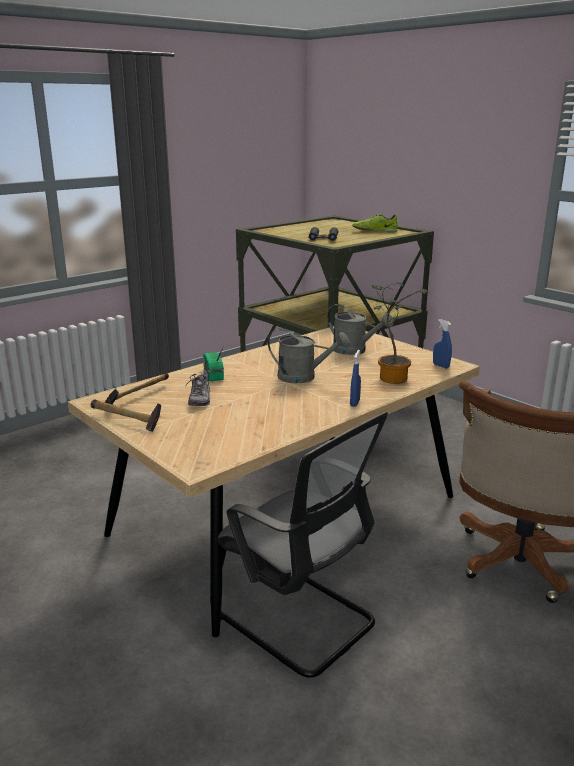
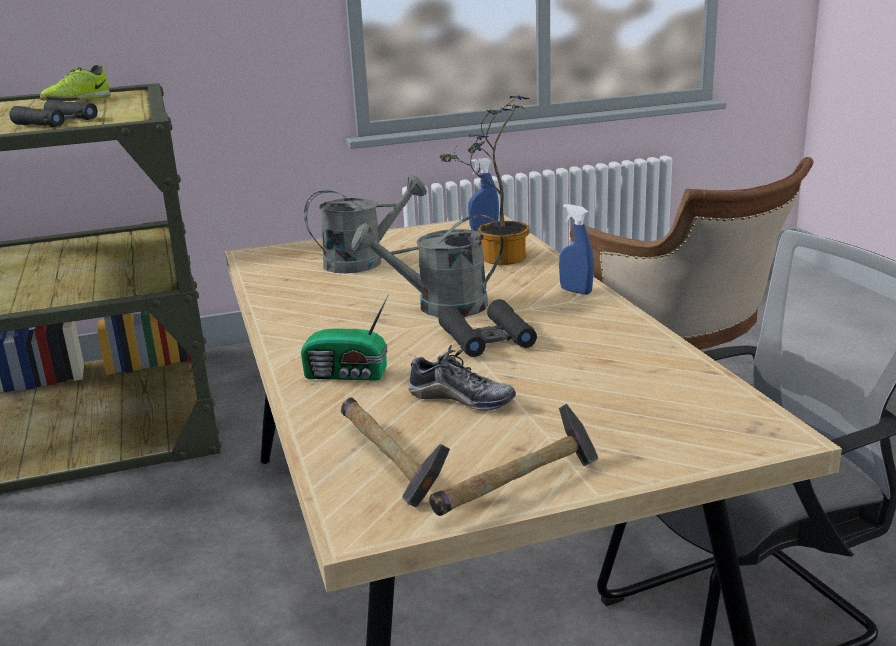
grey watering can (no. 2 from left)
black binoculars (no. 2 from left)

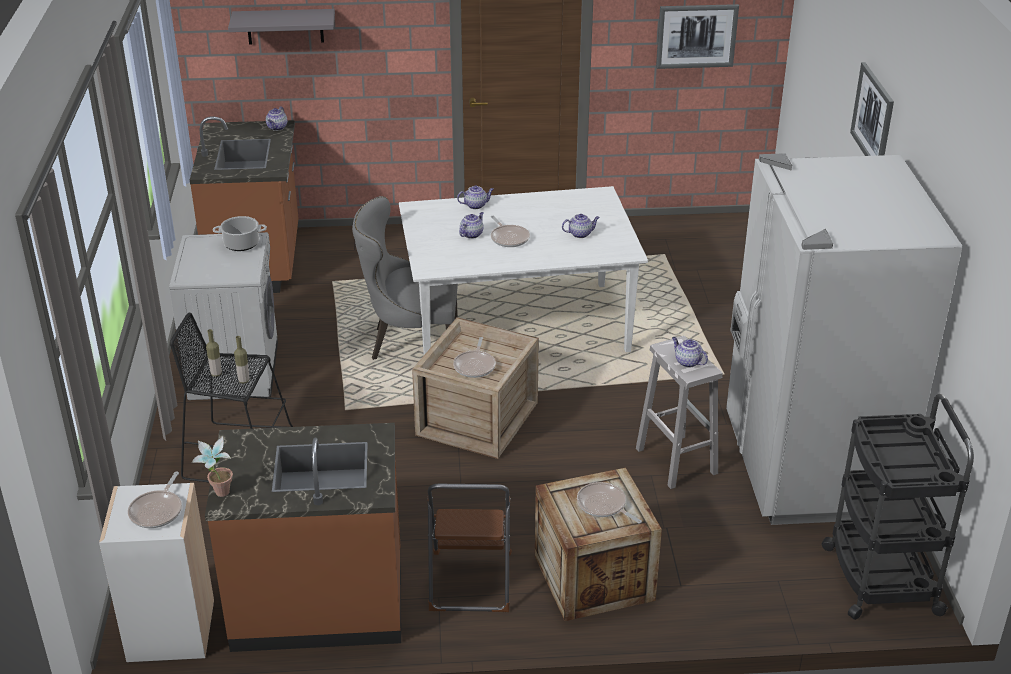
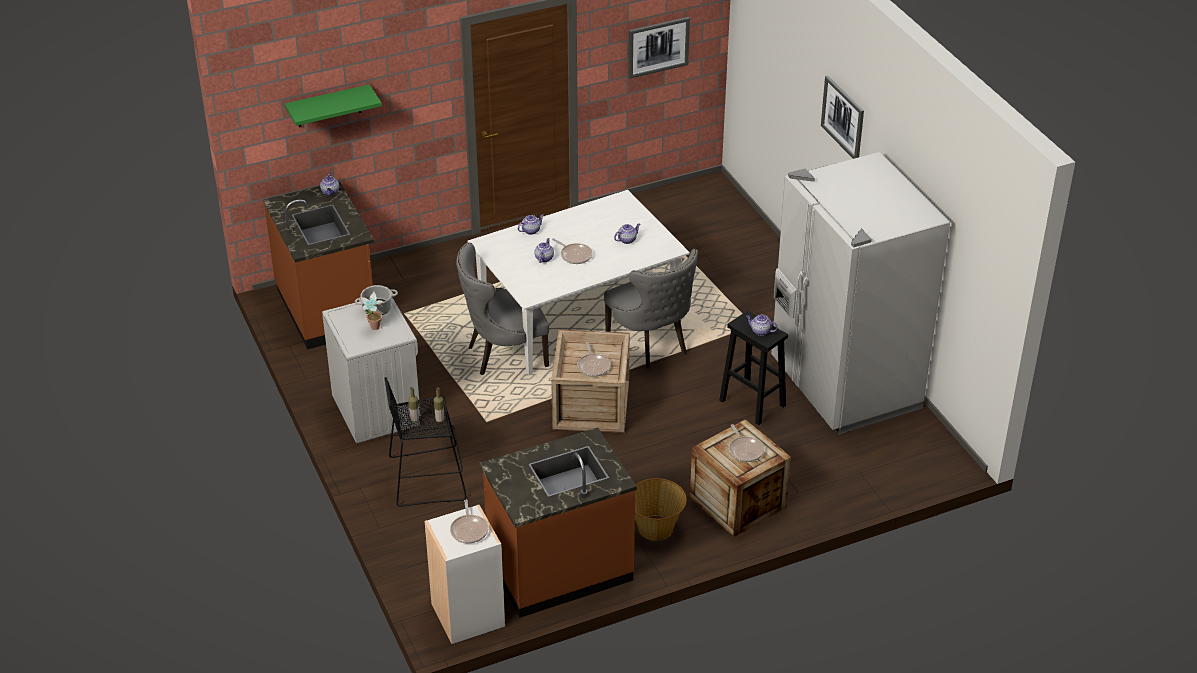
houseplant
green wall shelf
basket
frying pan (no. 4 from left)
black stool (no. 2 from left)
black cart
grey plain chair (no. 2 from left)

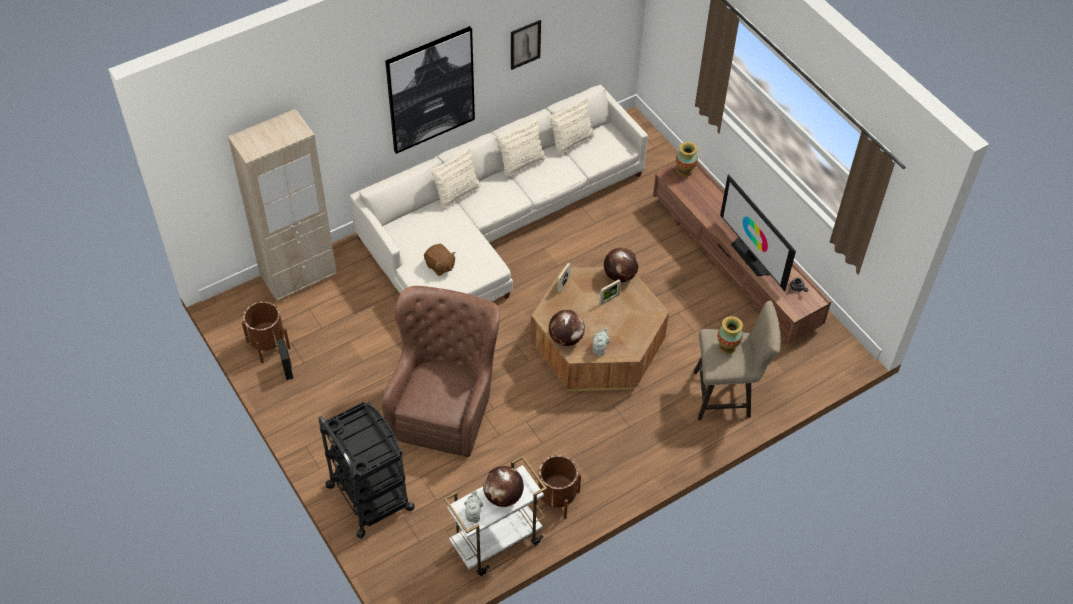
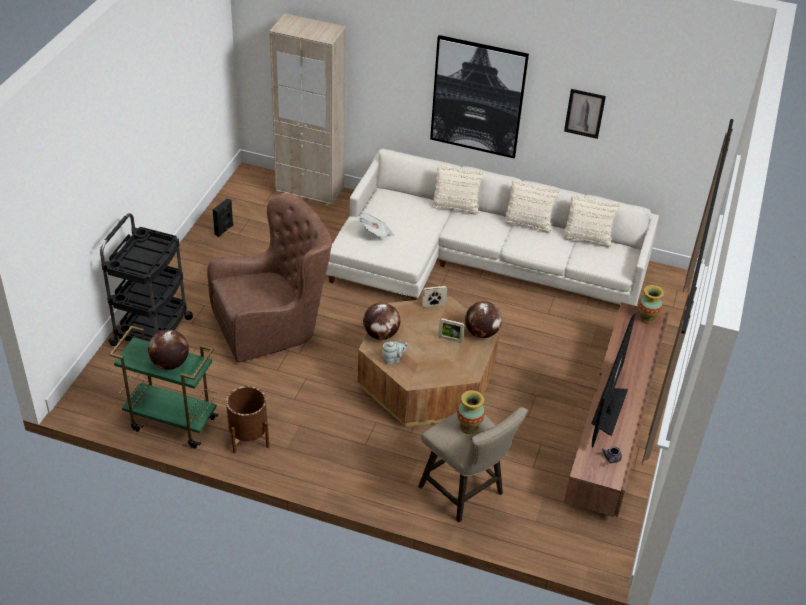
brownish planter (no. 1 from left in the first image)
newspaper
green cart
grey tea pot (no. 1 from left in the first image)

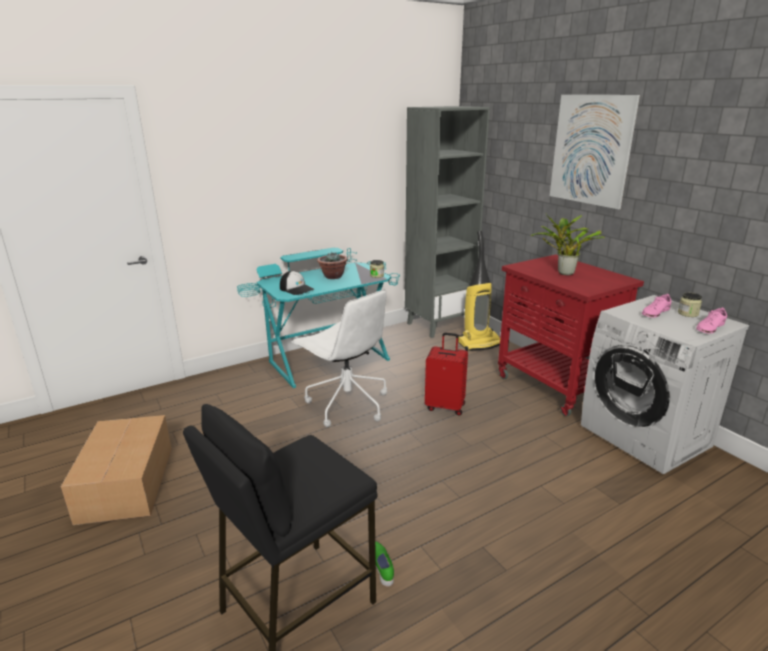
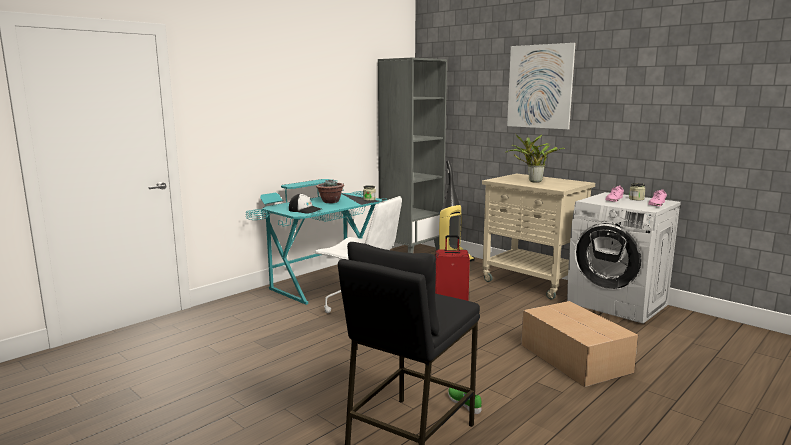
packing box
sand-coloured cart

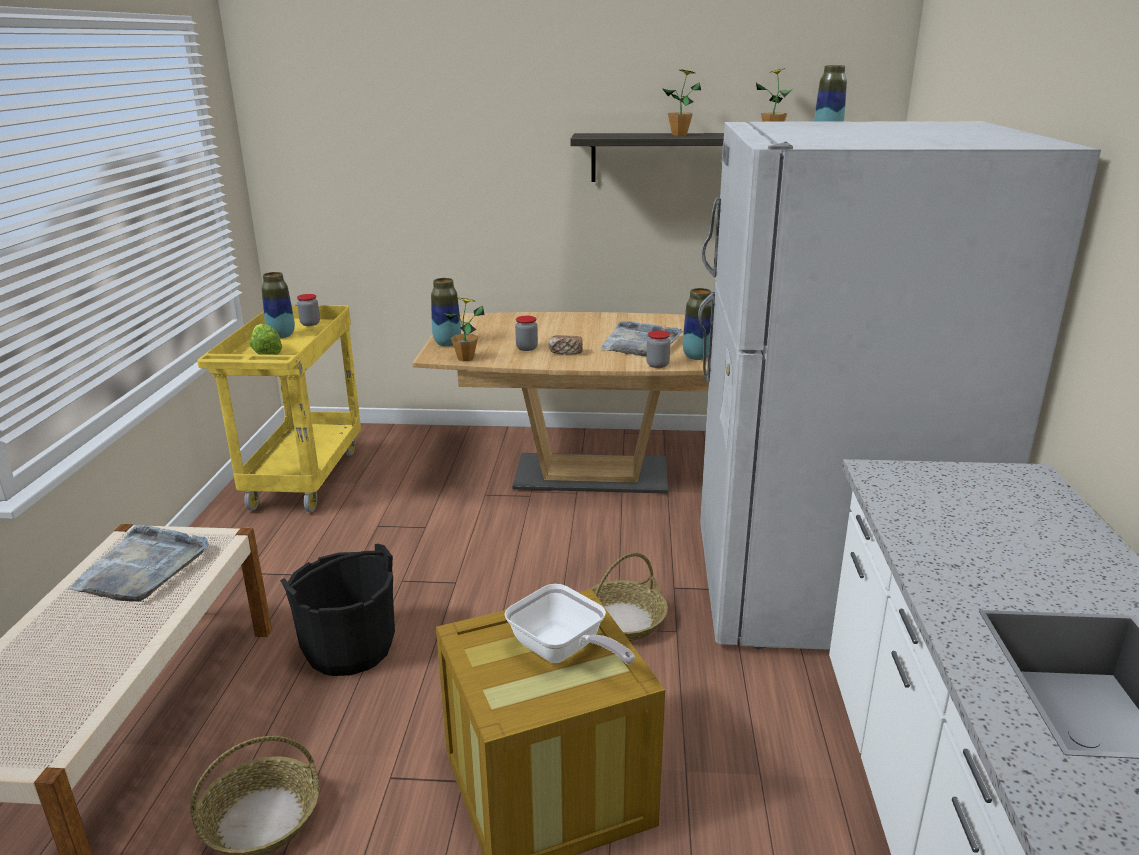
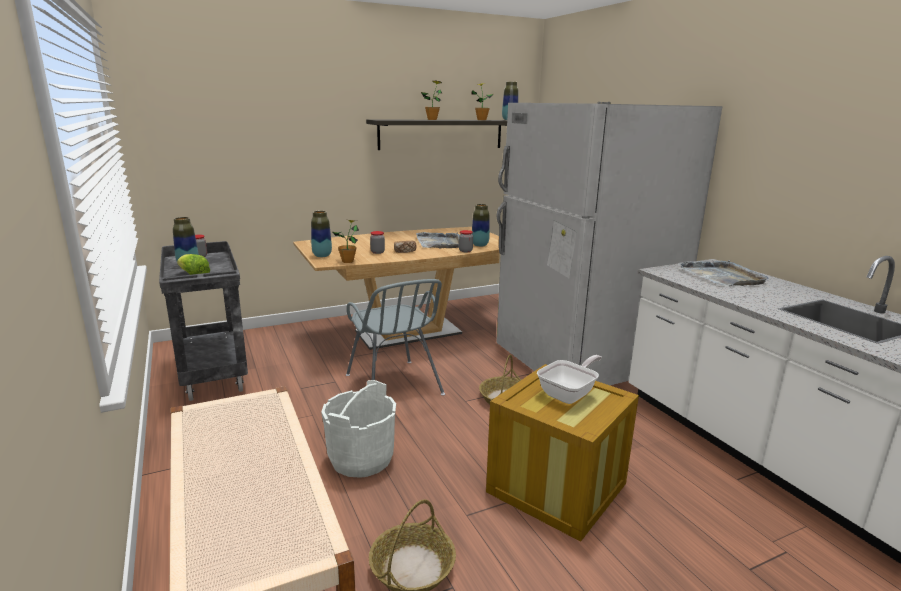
grey carrying tray (no. 2 from left)
grey cart
white pail
frying pan
grey plain chair

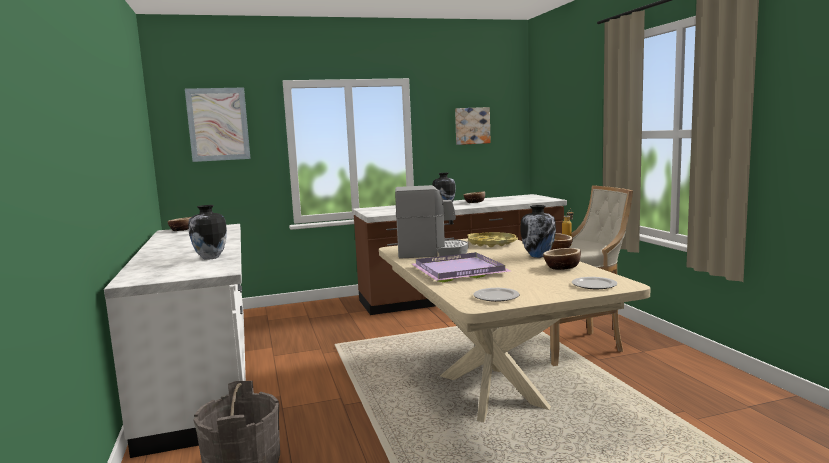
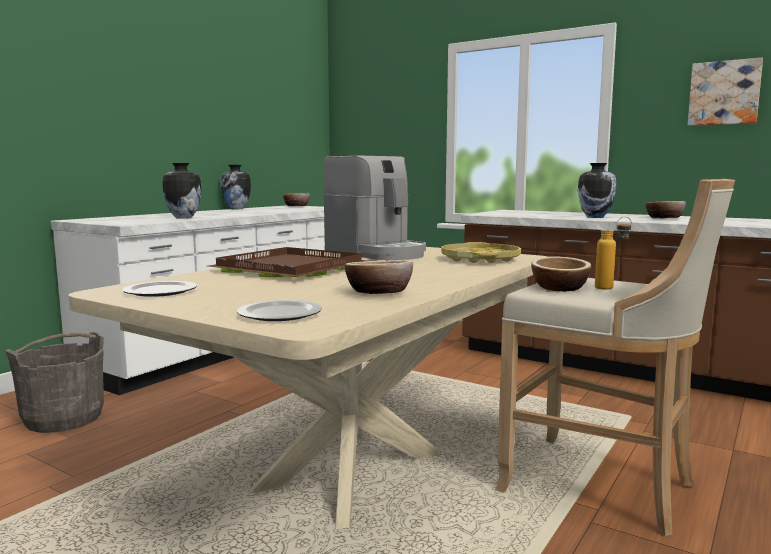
wall picture (no. 1 from left in the first image)
brownish carrying tray
vase (no. 2 from left)

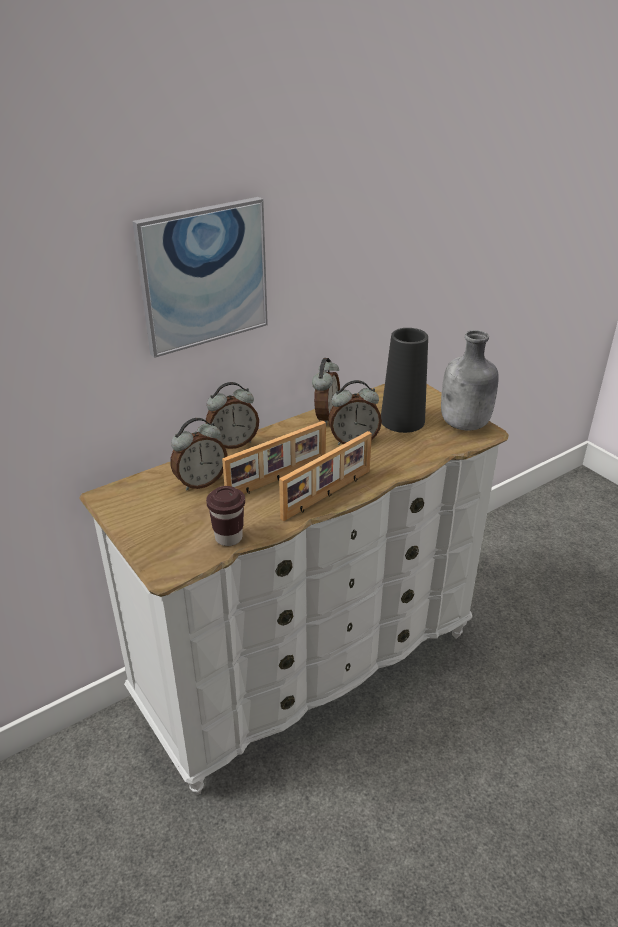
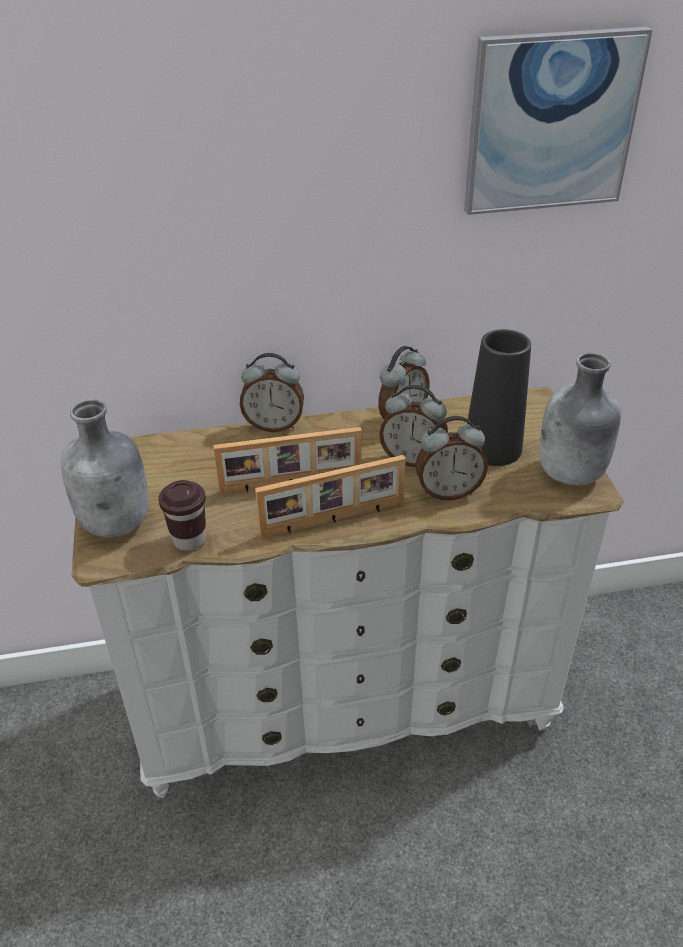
wall picture
bedside clock (no. 4 from left)
grey drink bottle (no. 1 from left)

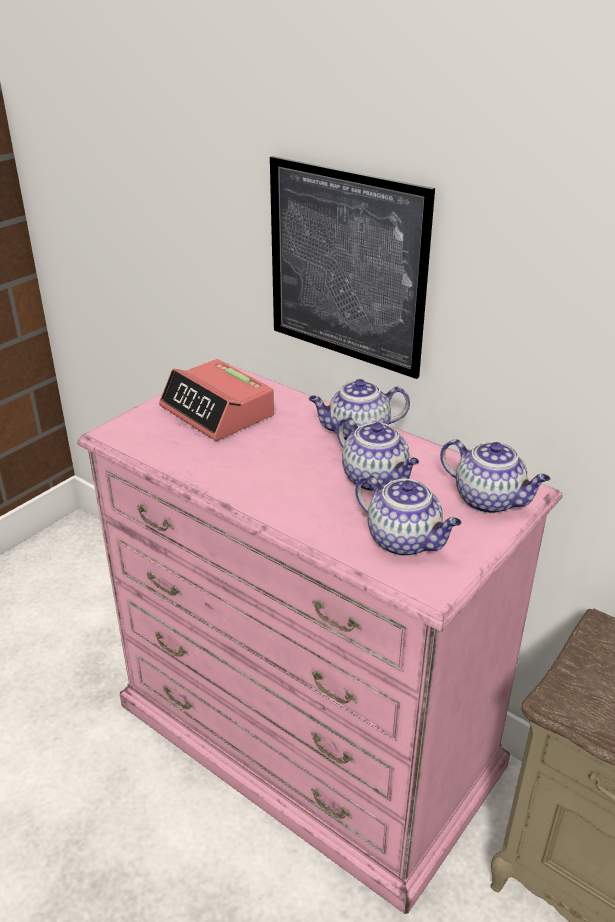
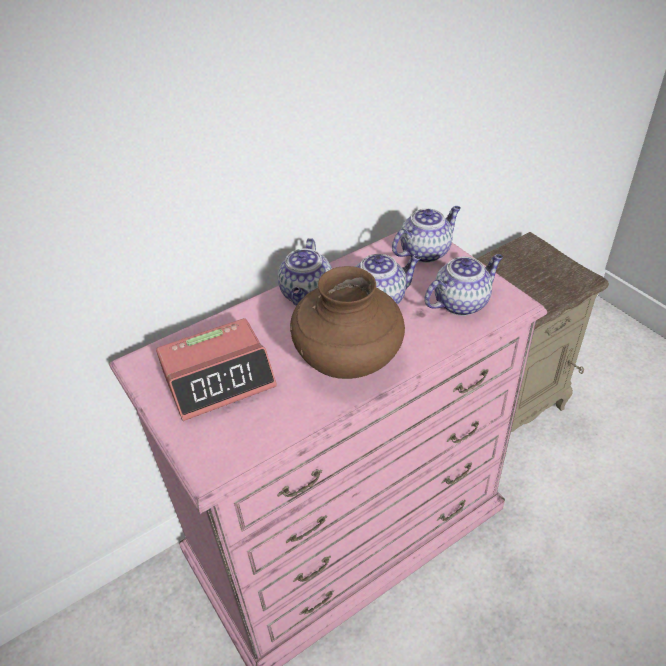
wall picture
brownish vase

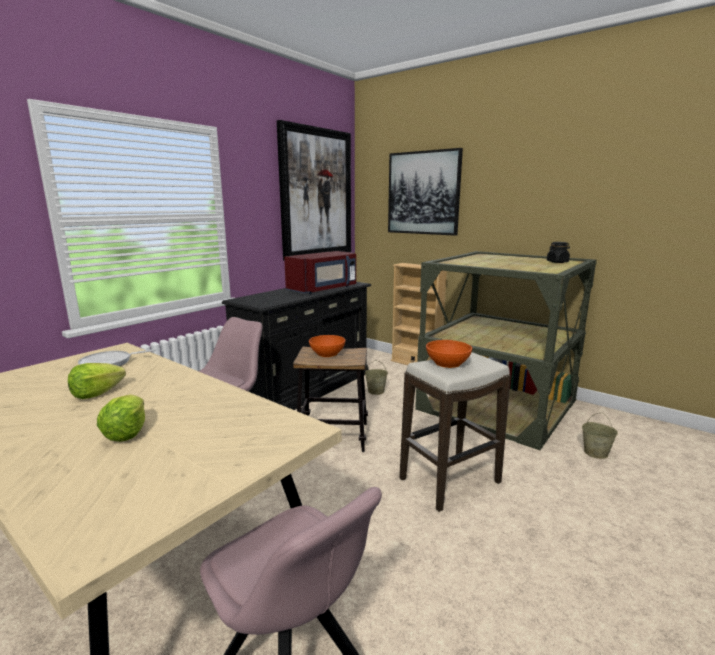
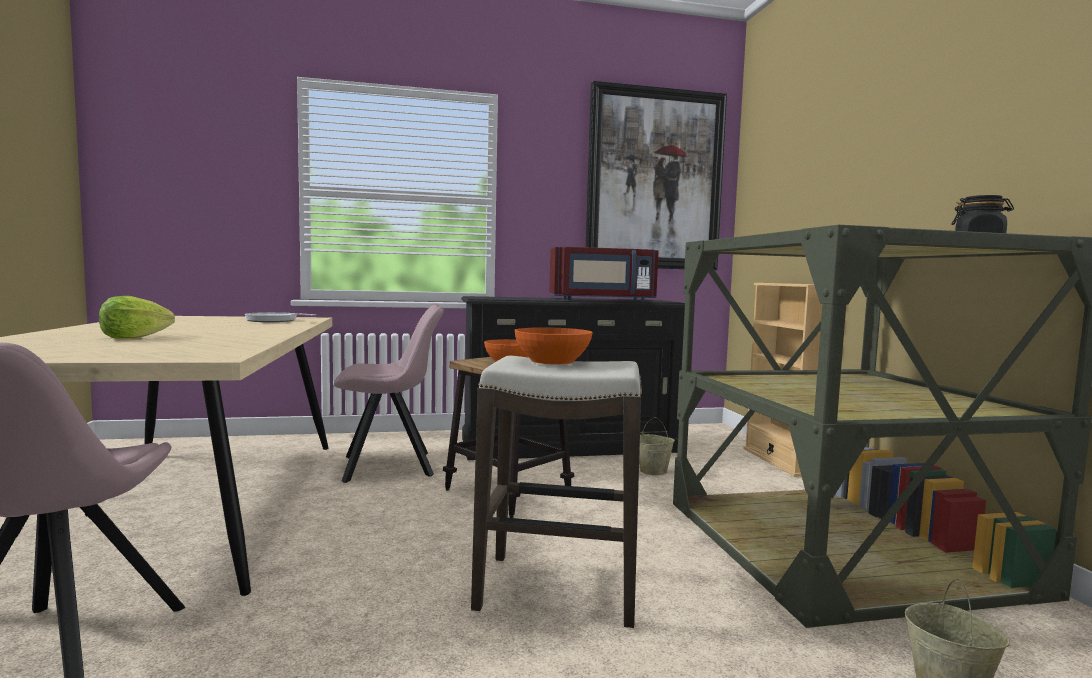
lettuce (no. 1 from left in the first image)
wall picture (no. 2 from left in the first image)

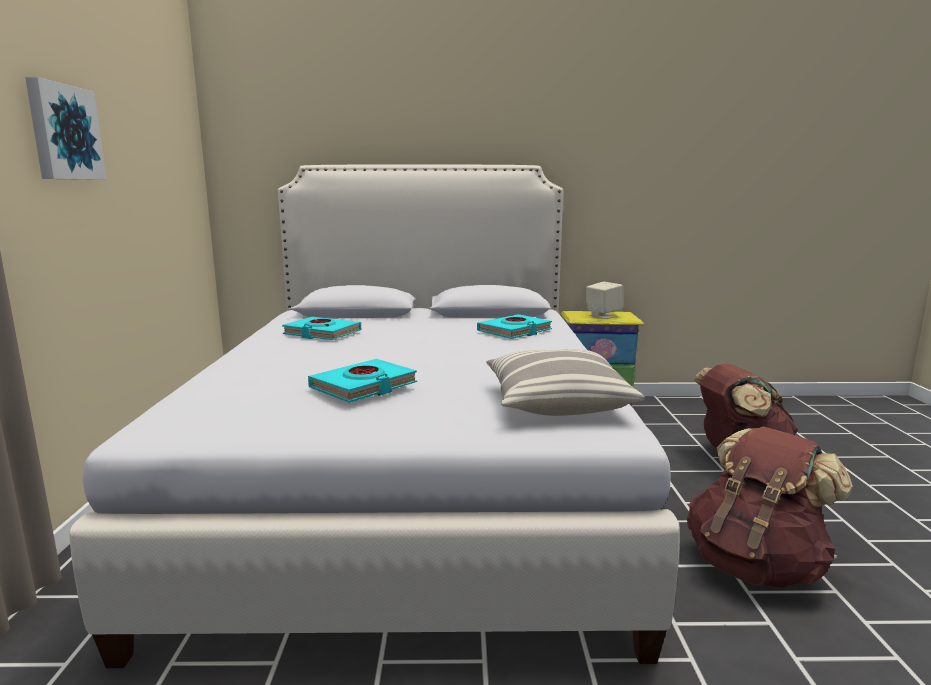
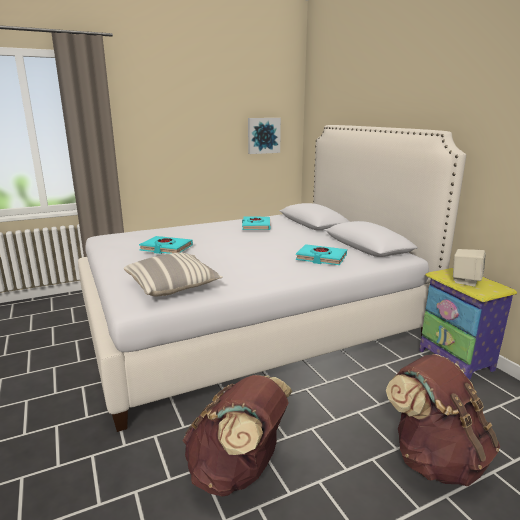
wall picture

